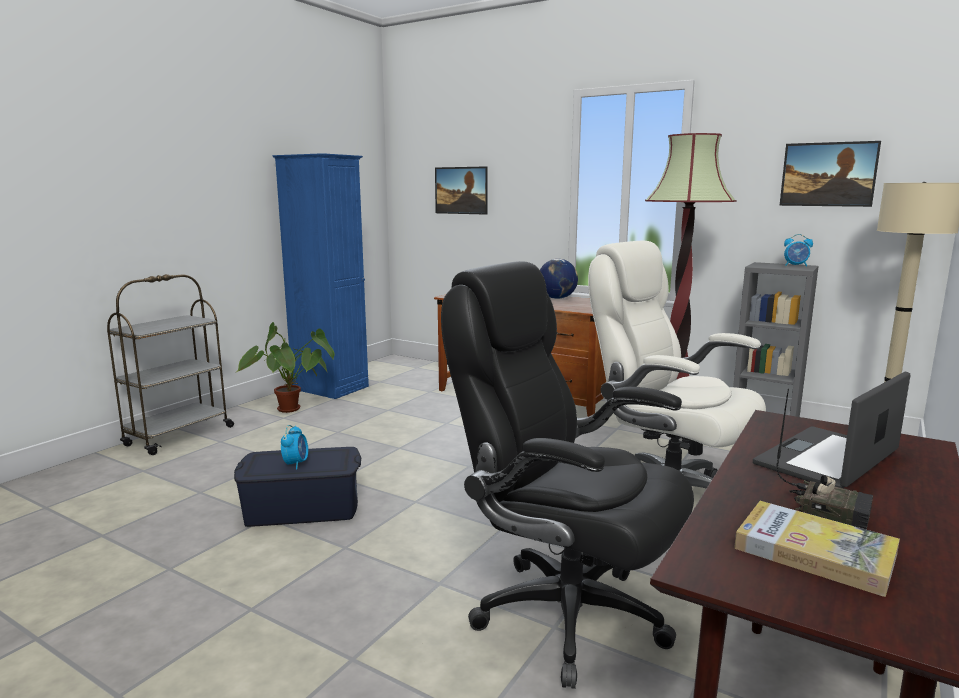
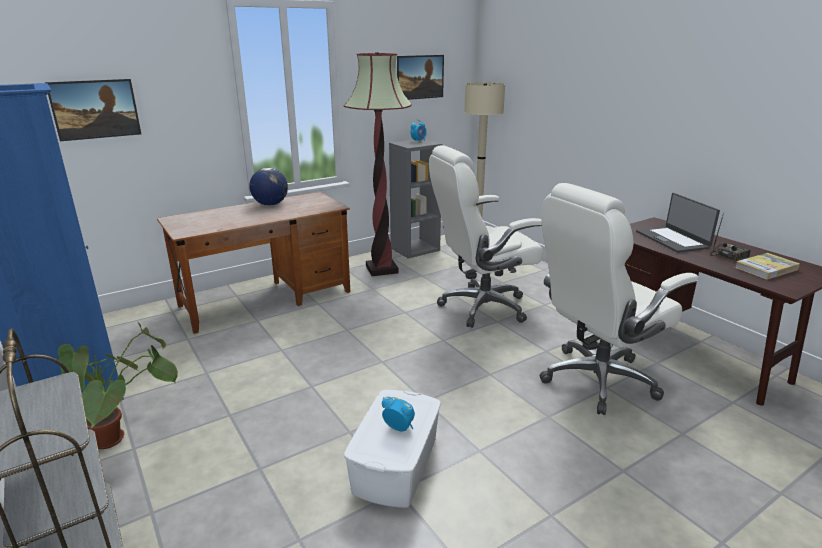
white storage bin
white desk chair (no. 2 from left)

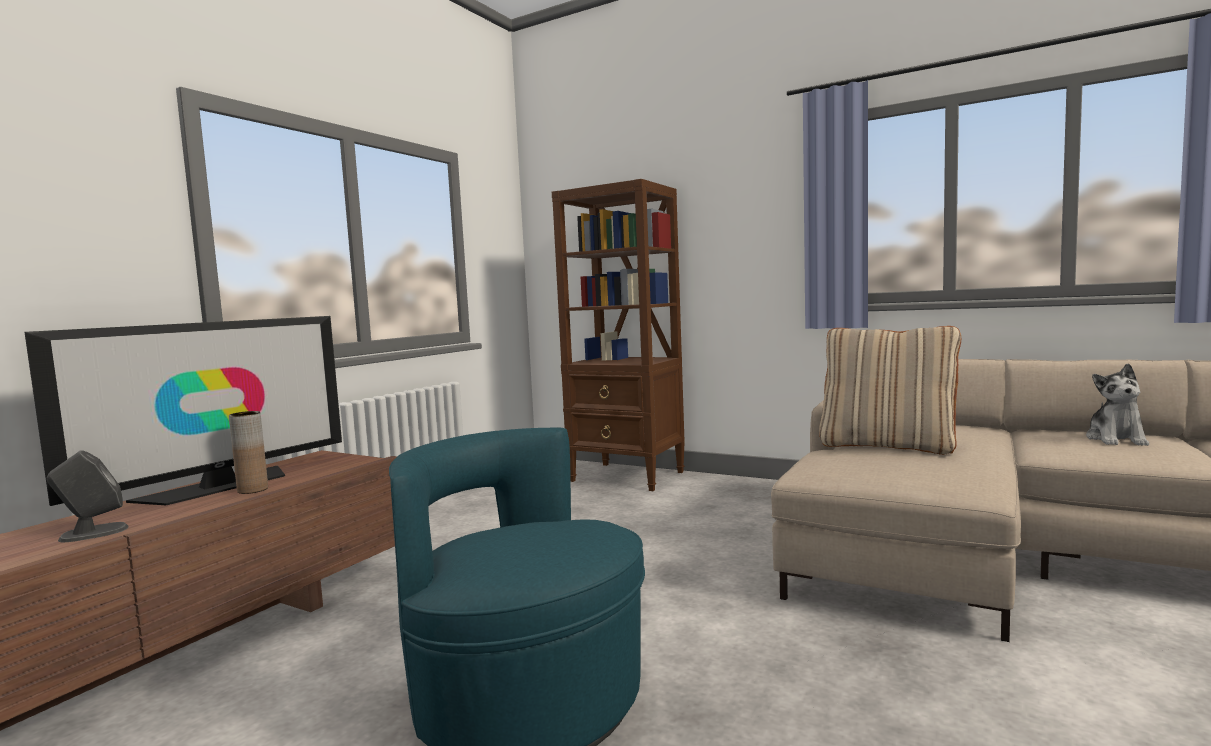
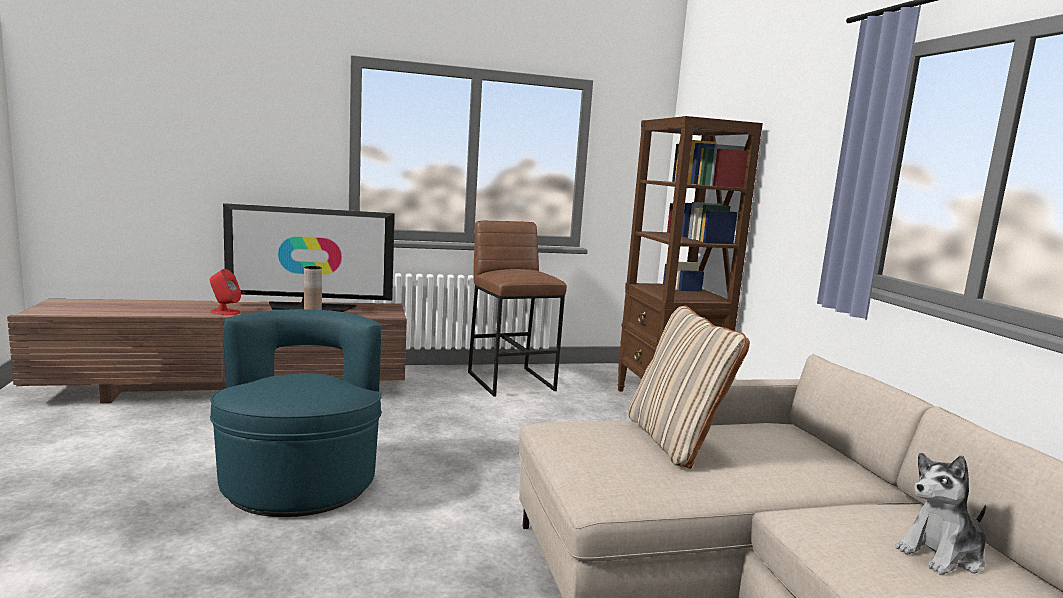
red-coloured loudspeaker
brownish stool

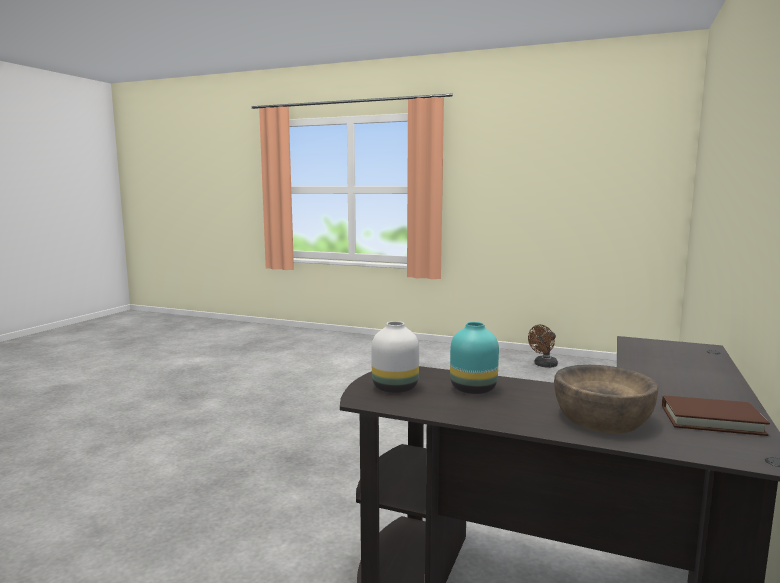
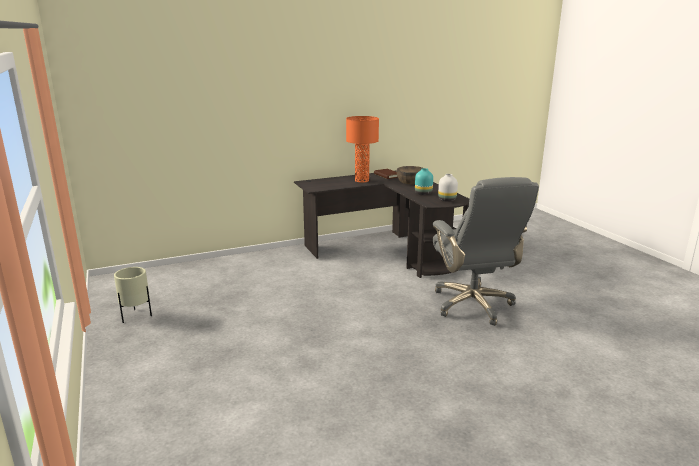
sand-coloured planter
orangey tabletop lamp
grey desk chair

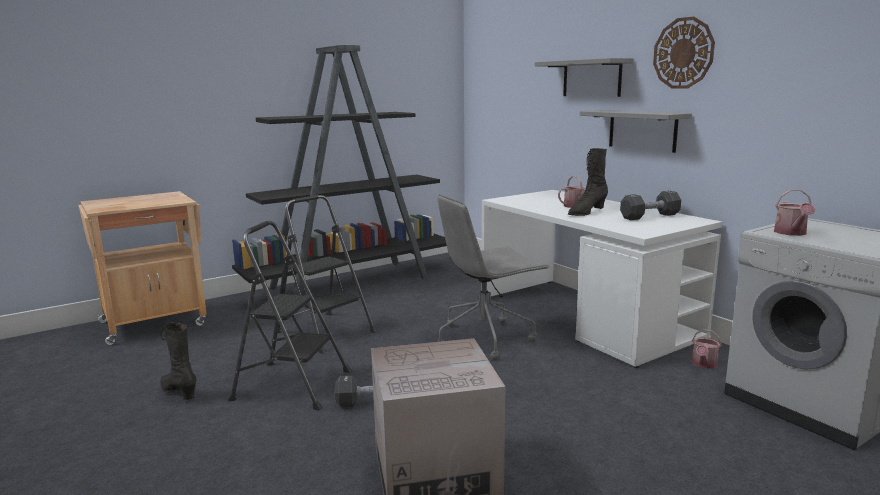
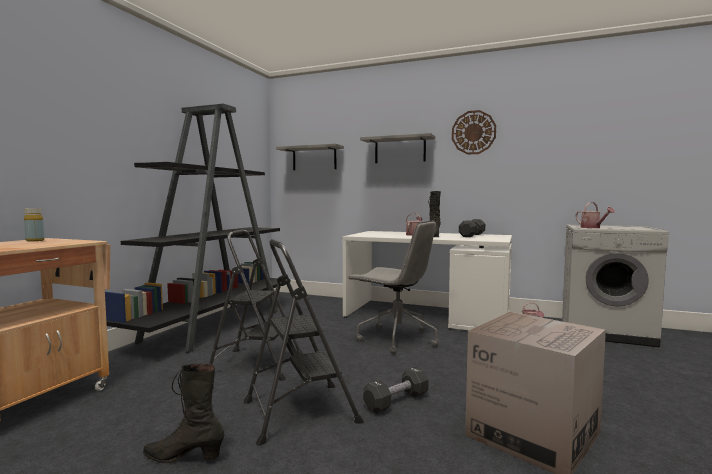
grey desk chair
grey wall shelf (no. 1 from left)
yellow-coloured drink bottle

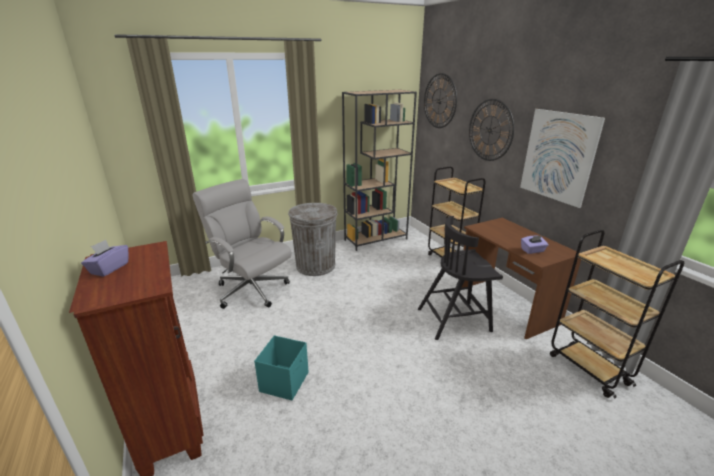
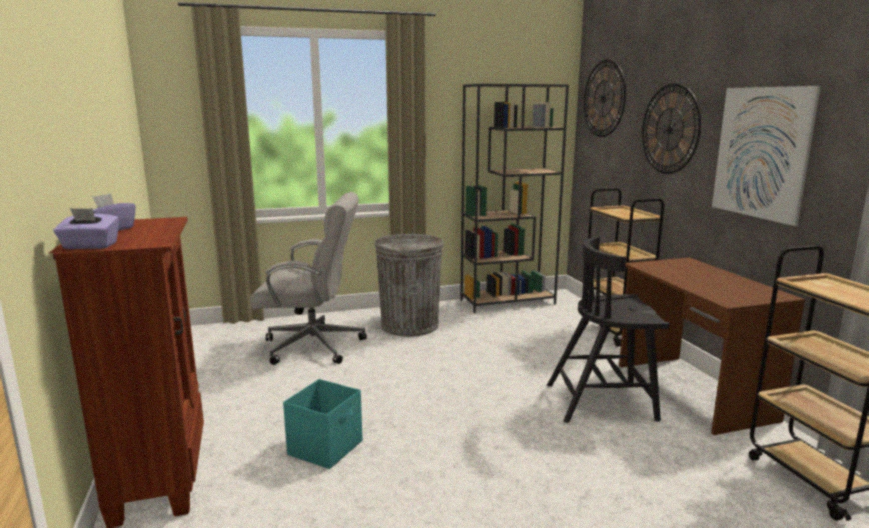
grey desk chair
purple-coloured box of tissues (no. 1 from left)

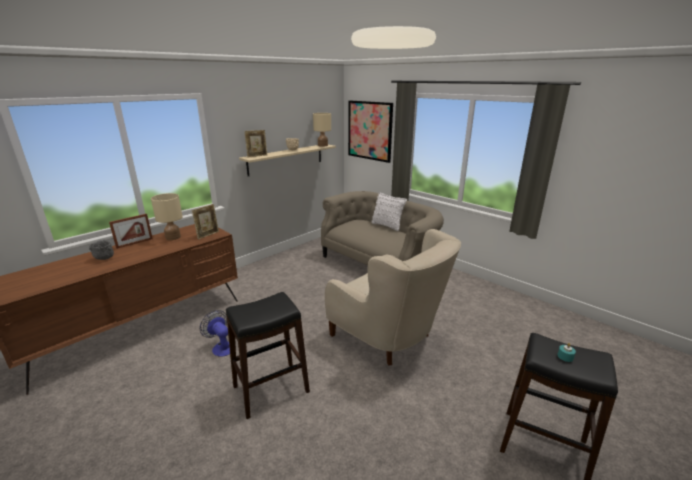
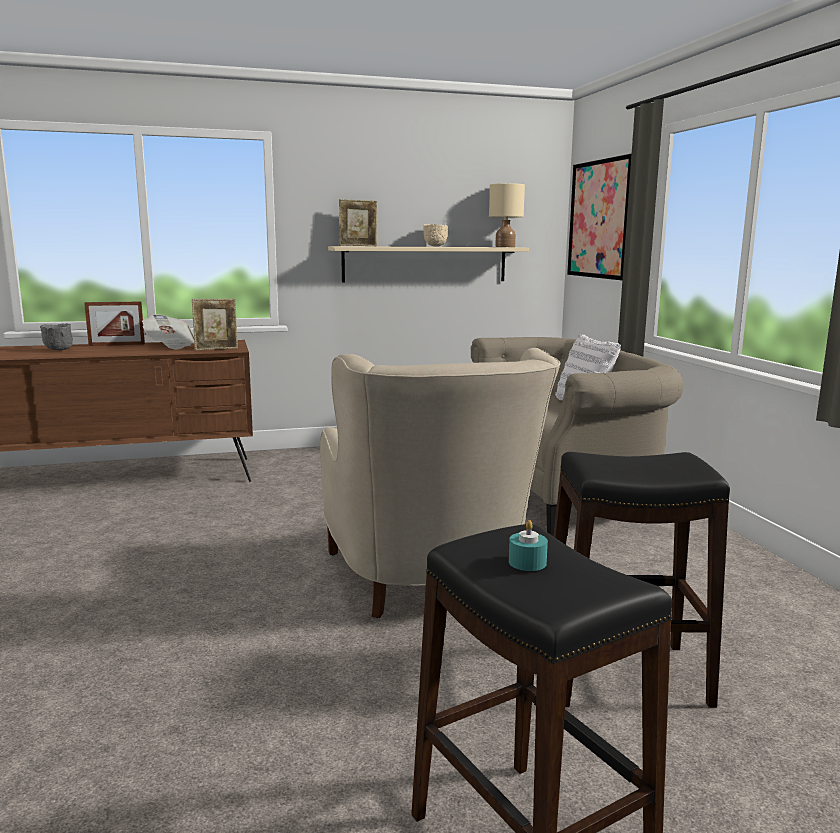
newspaper
electric fan
black stool (no. 2 from left)

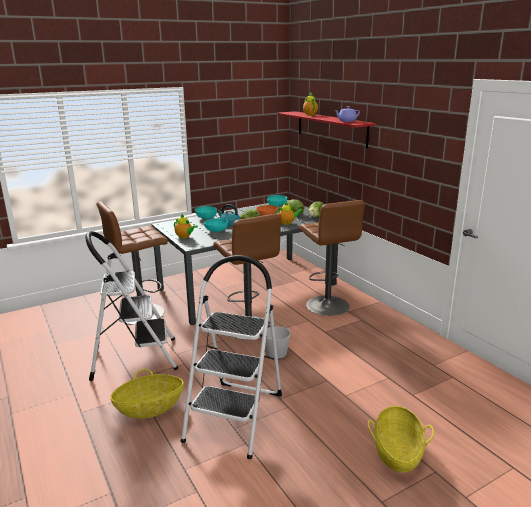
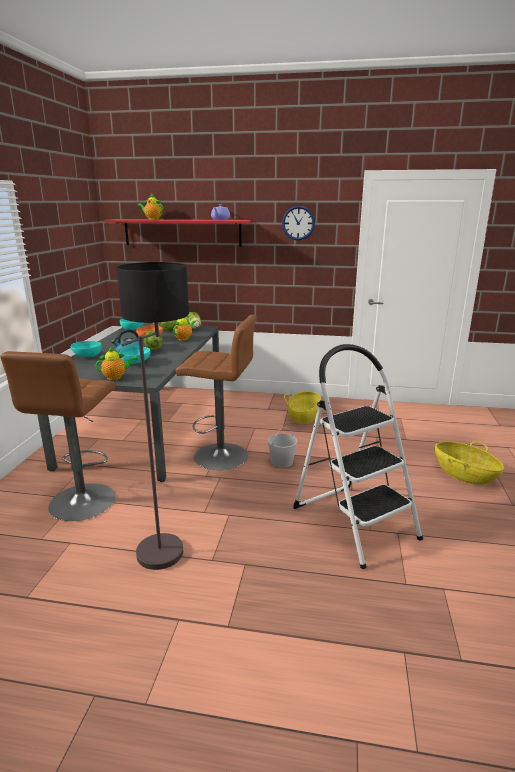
black standing lamp
basket (no. 1 from left)
brownish stool (no. 3 from left in the first image)
wall clock

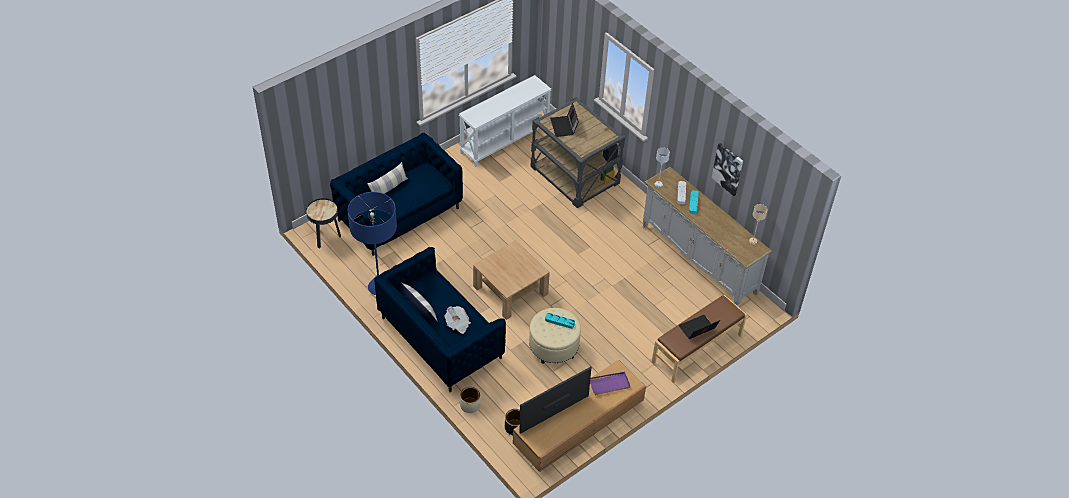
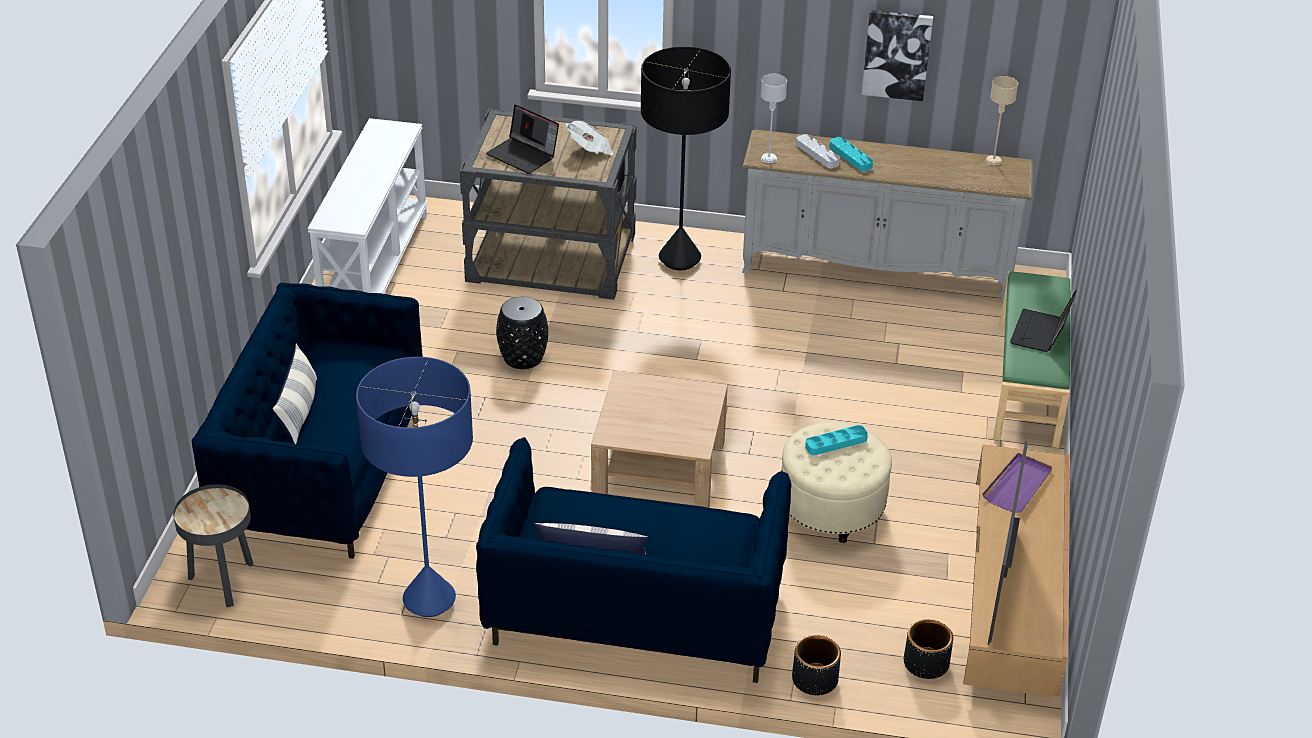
newspaper
black planter (no. 1 from left)
green indoor bench
black stool
black standing lamp

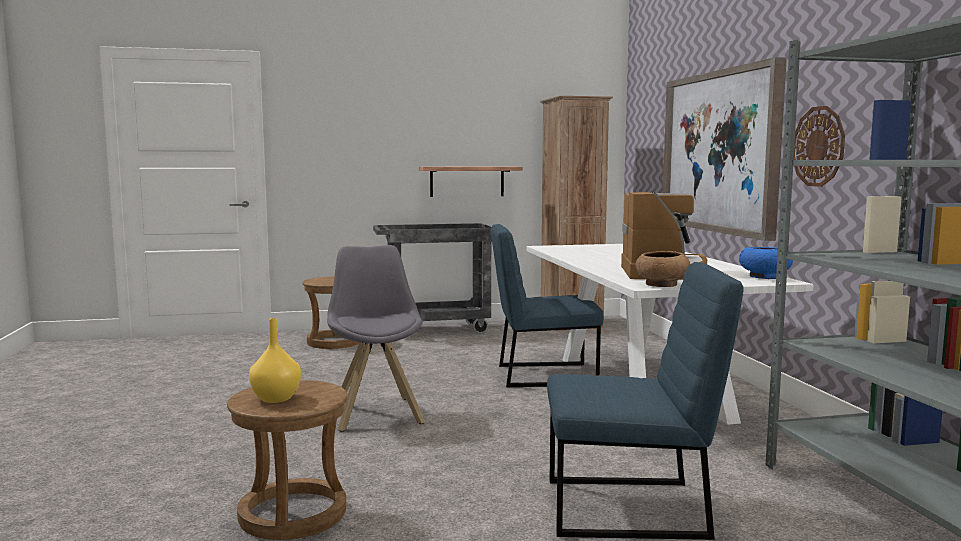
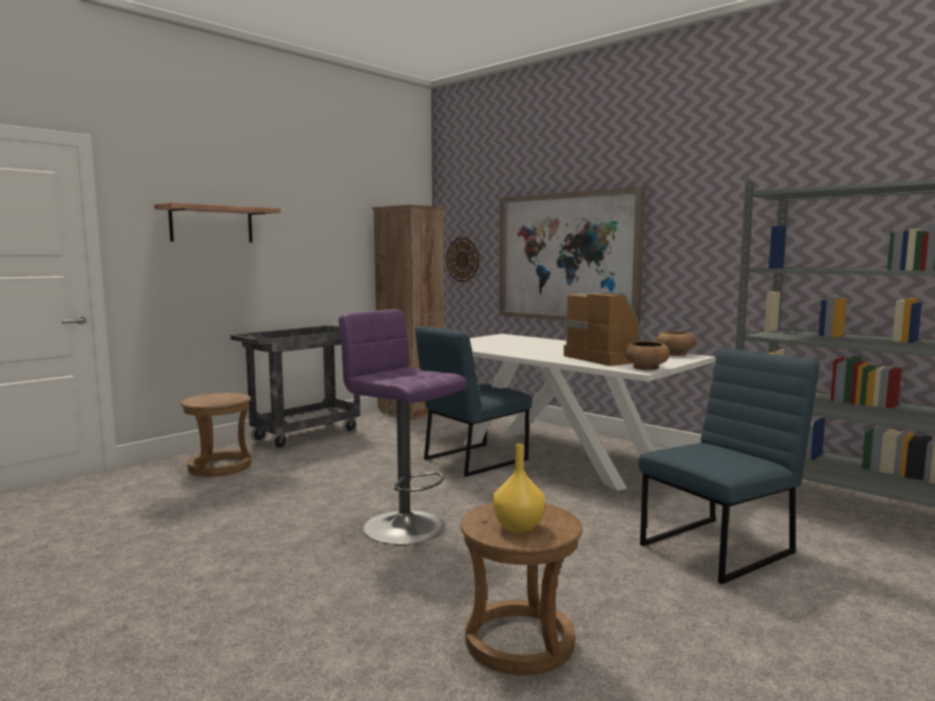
purple-coloured stool
wall shelf
brownish deep dish (no. 2 from left)
wall clock

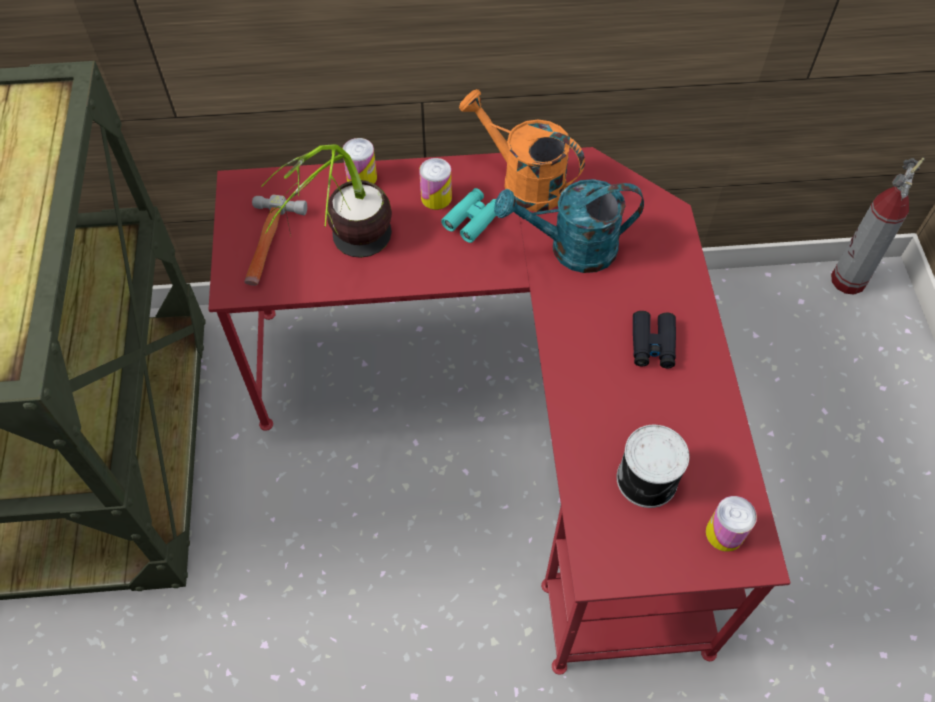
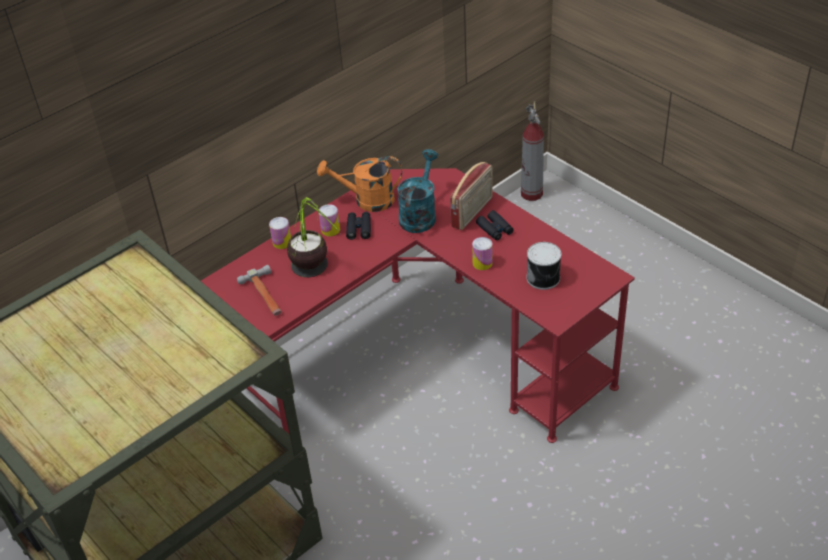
black binoculars (no. 1 from left)
turquoise-coloured watering can
metal can (no. 3 from left)
radio set

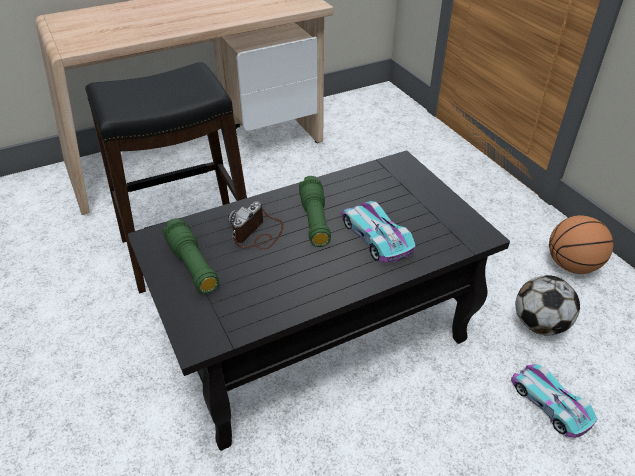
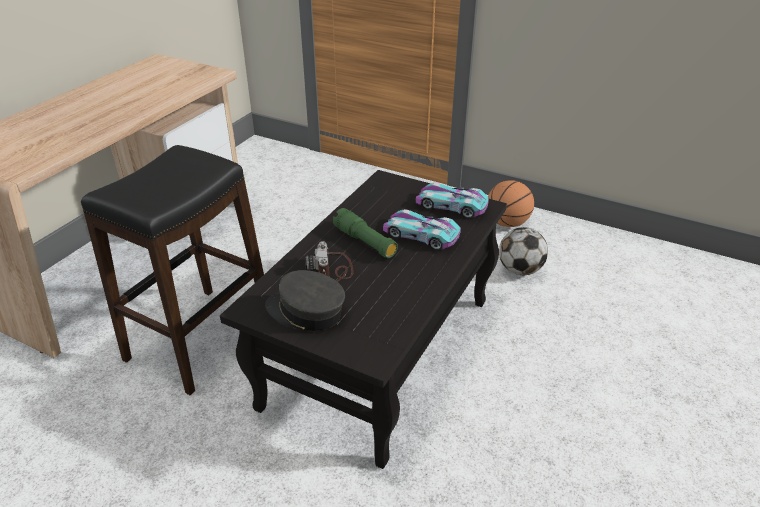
grey cap
model car (no. 2 from left)

